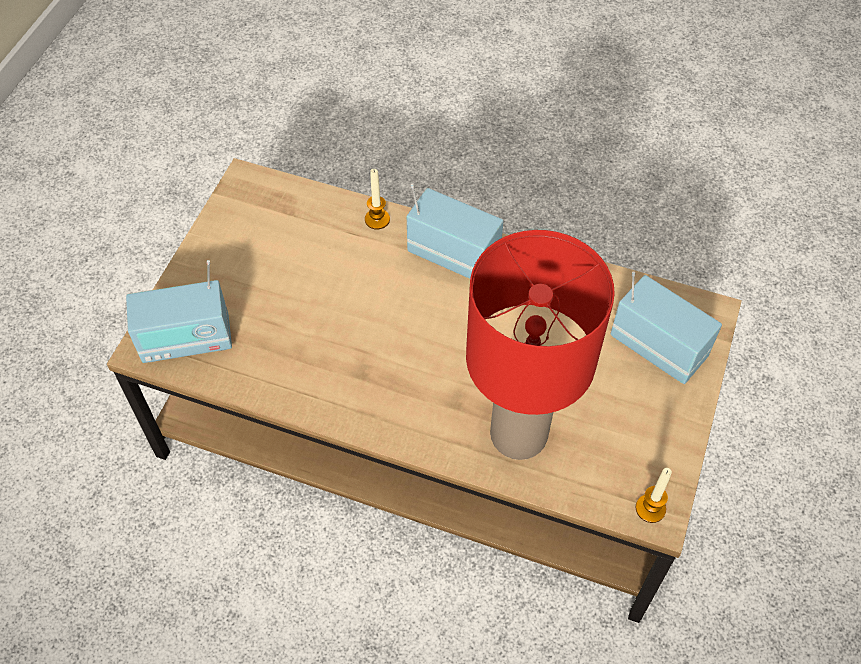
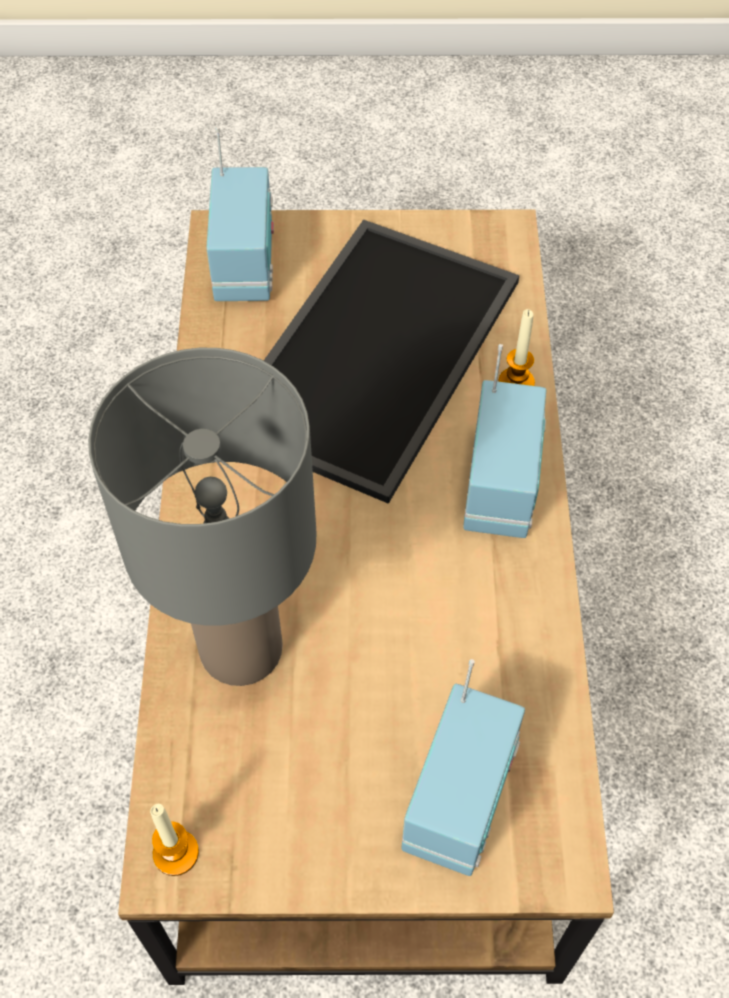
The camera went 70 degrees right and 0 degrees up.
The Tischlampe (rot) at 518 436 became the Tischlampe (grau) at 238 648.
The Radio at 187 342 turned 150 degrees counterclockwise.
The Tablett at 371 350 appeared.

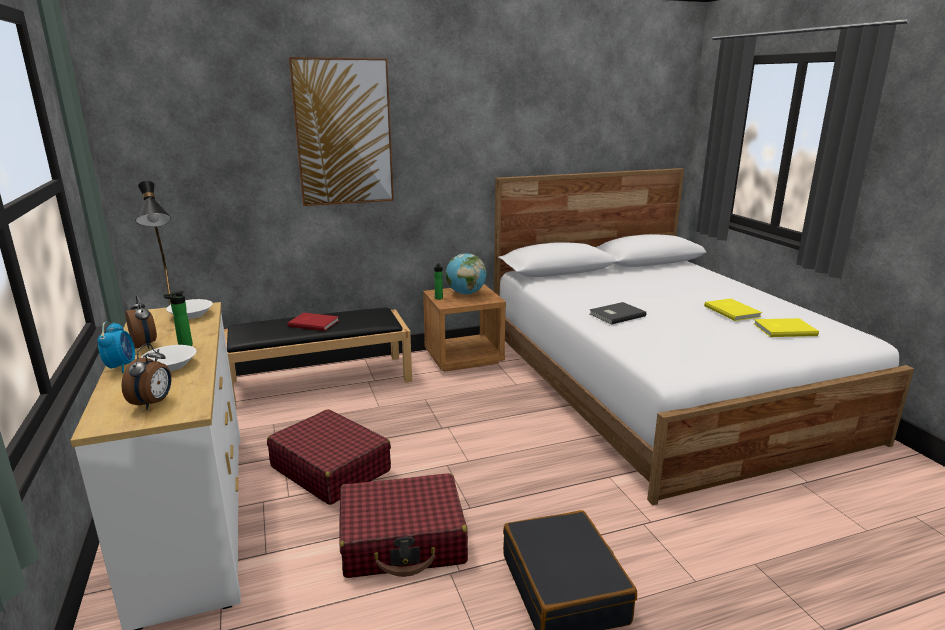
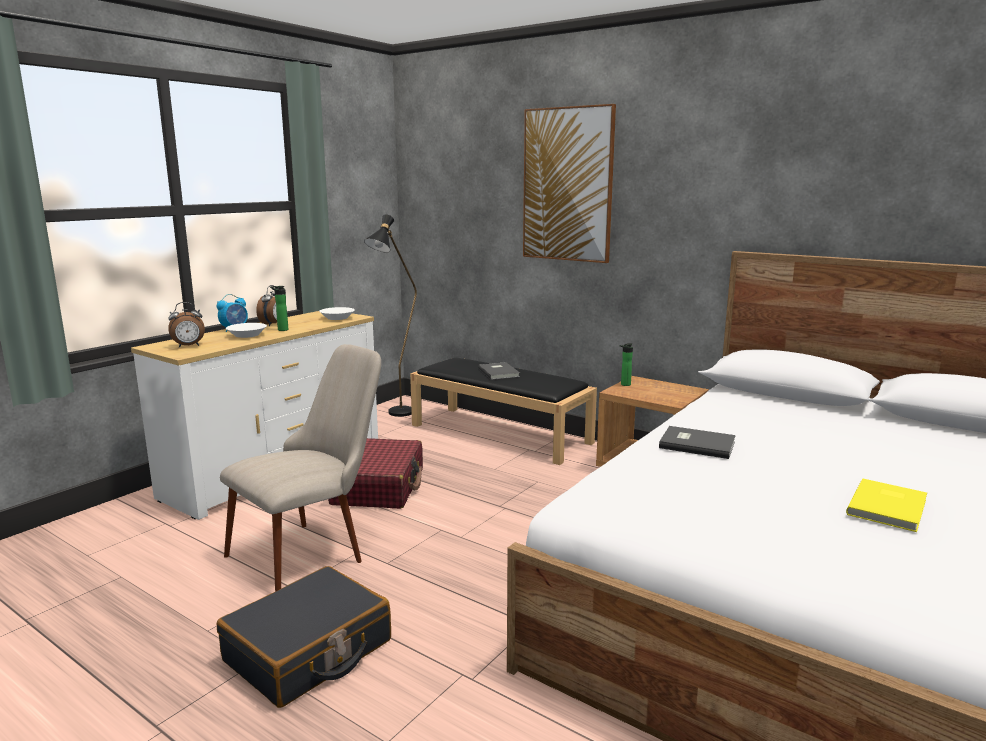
The camera went 55 degrees right and 5 degrees down.
The Globus at 466 293 disappeared.
The Buch (rot) at 313 323 became the Buch (grau) at 499 372.
The Buch (gelb) at 783 329 disappeared.
The Koffer (rot) at 403 540 was replaced by the Stuhl (beige) at 313 550.

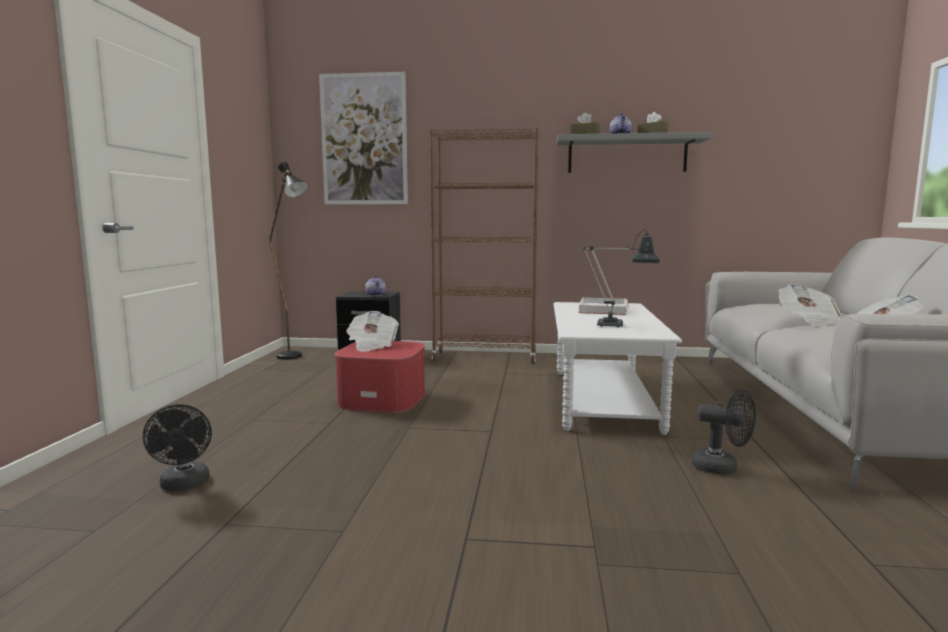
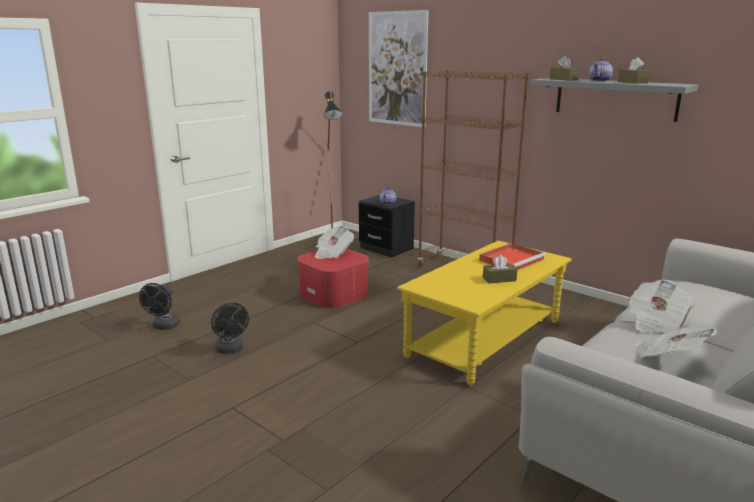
The camera went 35 degrees right and 10 degrees up.
The Tischlampe at 618 325 disappeared.
The Tablett (weiß) at 602 309 became the Tablett (rot) at 512 259.
The Couchtisch (weiß) at 603 399 became the Couchtisch (gelb) at 484 339.
The Ventilator (schwarz) moved from 722 468 to 231 349.
The Taschentuchbox (braun) at 499 279 appeared.

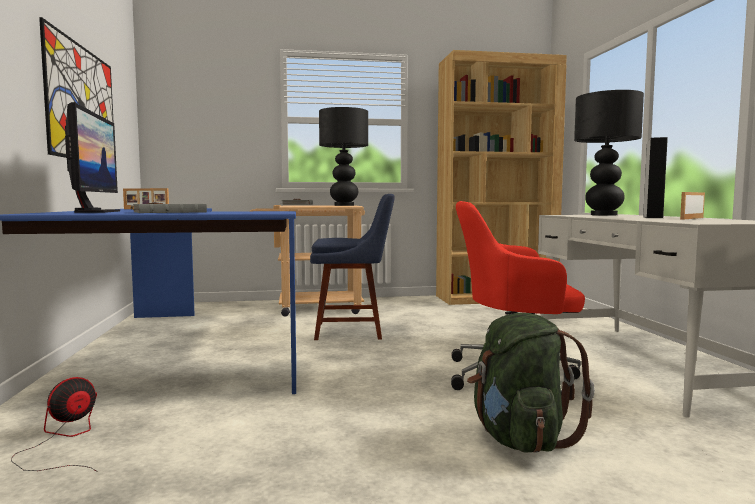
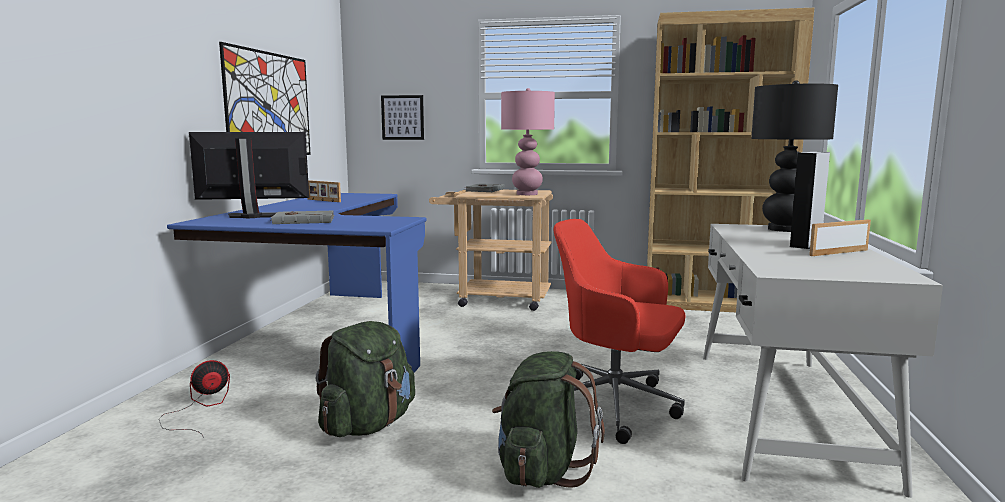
The camera went 20 degrees right and 5 degrees up.
The Monitor at 94 212 turned 105 degrees counterclockwise.
The Tischlampe (schwarz) at 343 205 became the Tischlampe (rosa) at 526 194.
The Stuhl (blau) at 353 330 disappeared.
The Bild at 402 117 appeared.
The Rucksack (grün) at 368 425 appeared.

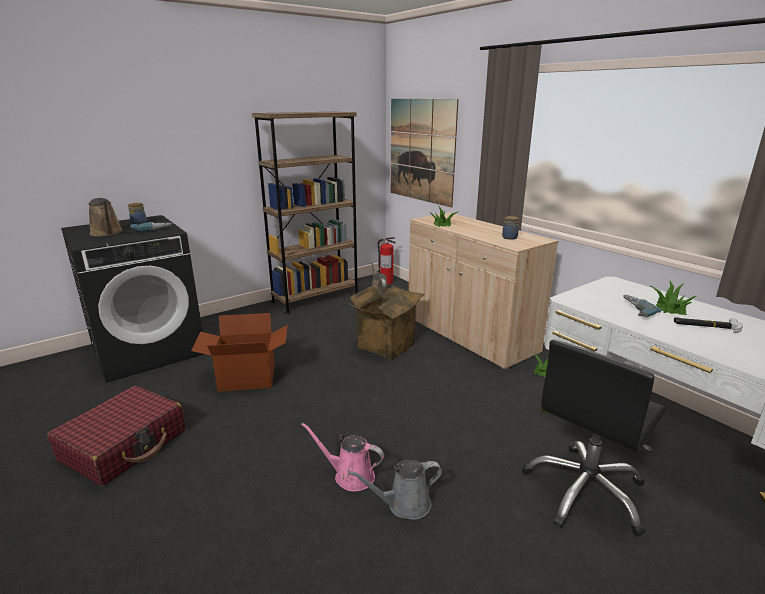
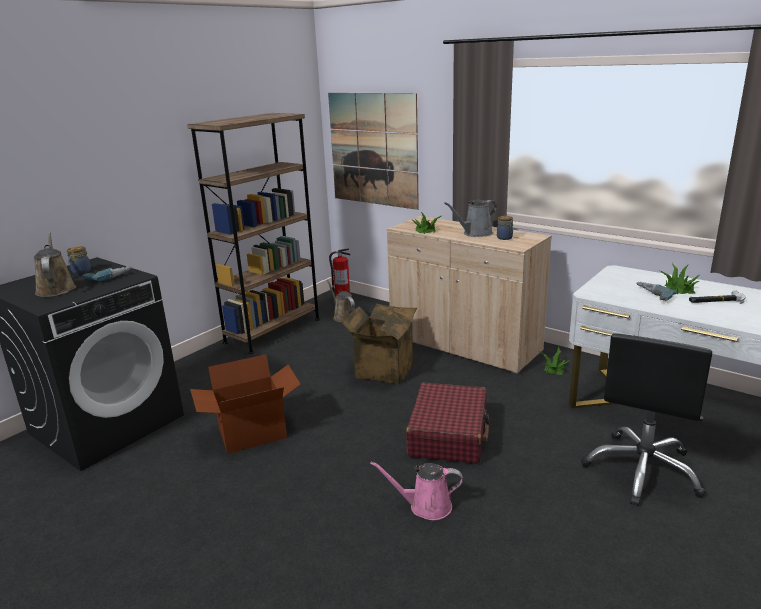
The camera went 15 degrees left and 0 degrees up.
The Gießkanne (braun) at 107 233 turned 150 degrees counterclockwise.
The Koffer (rot) moved from 125 445 to 448 434.
The Gießkanne (grau) moved from 404 504 to 475 233.

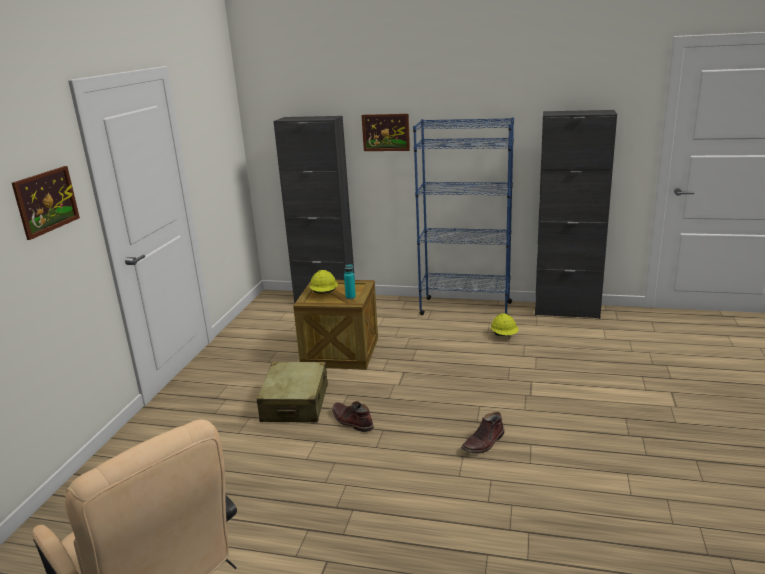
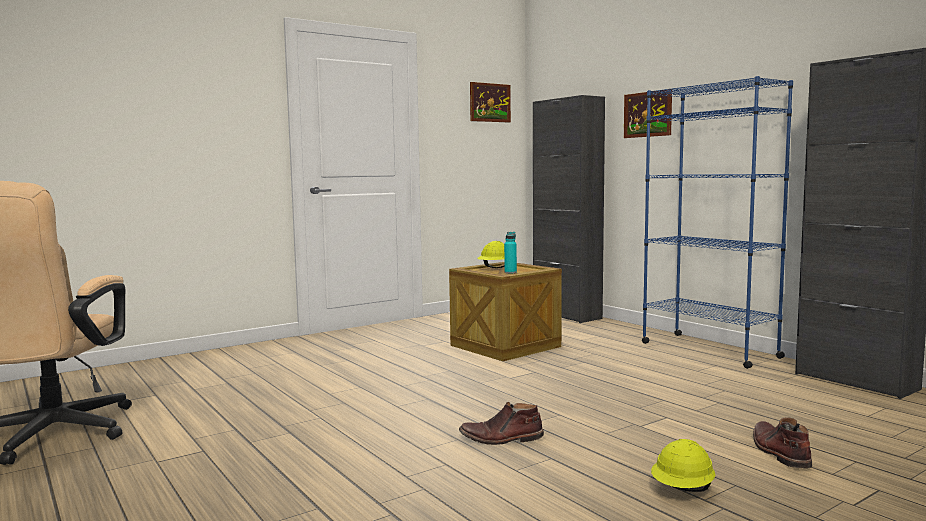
The camera went 40 degrees right and 15 degrees down.
The Bild moved from 46 201 to 490 102.
The Schutzhelm (gelb) moved from 504 335 to 682 490.
The Koffer (beige) at 295 403 disappeared.
The Stiefel (braun) moved from 351 421 to 779 452.

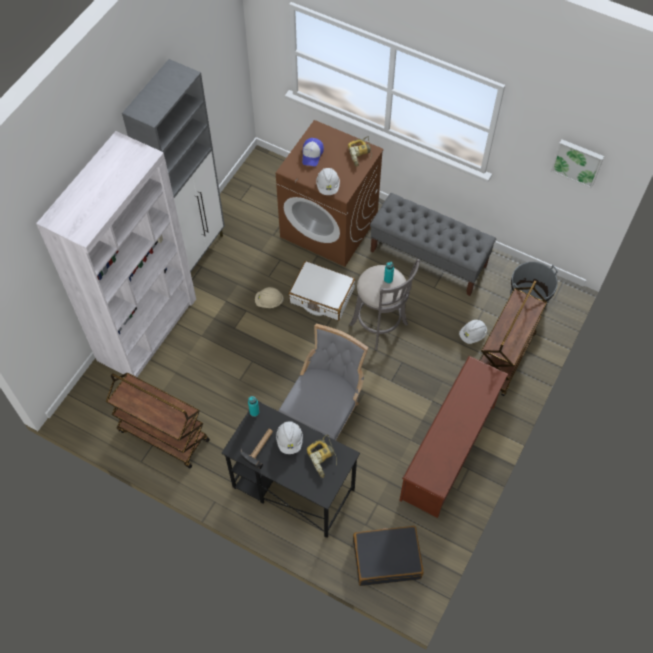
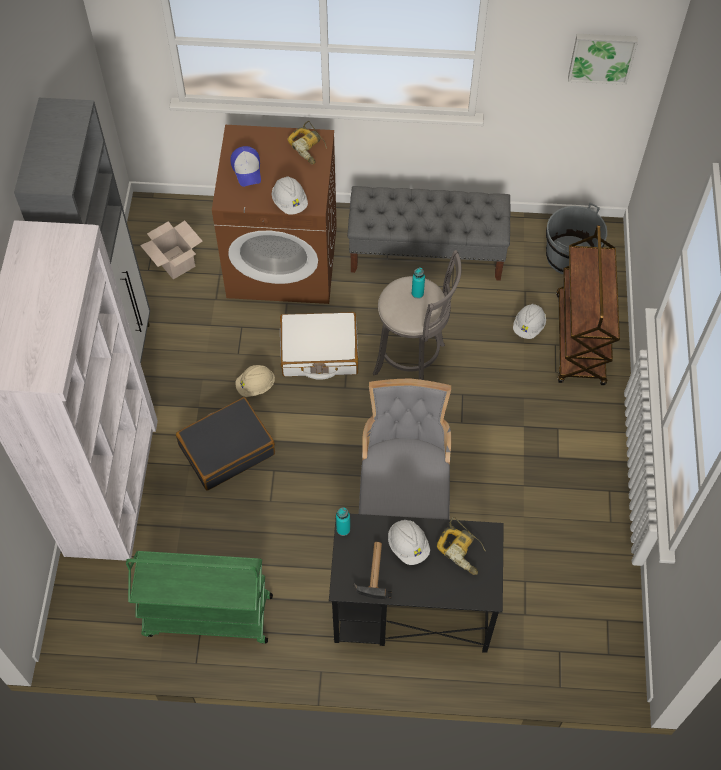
The camera went 25 degrees left and 0 degrees up.
The Schuhregal (braun) at 449 452 disappeared.
The Rollwagen (braun) at 162 435 became the Rollwagen (grün) at 206 616.
The Koffer (schwarz) moved from 386 558 to 226 449.
The Karton at 176 263 appeared.

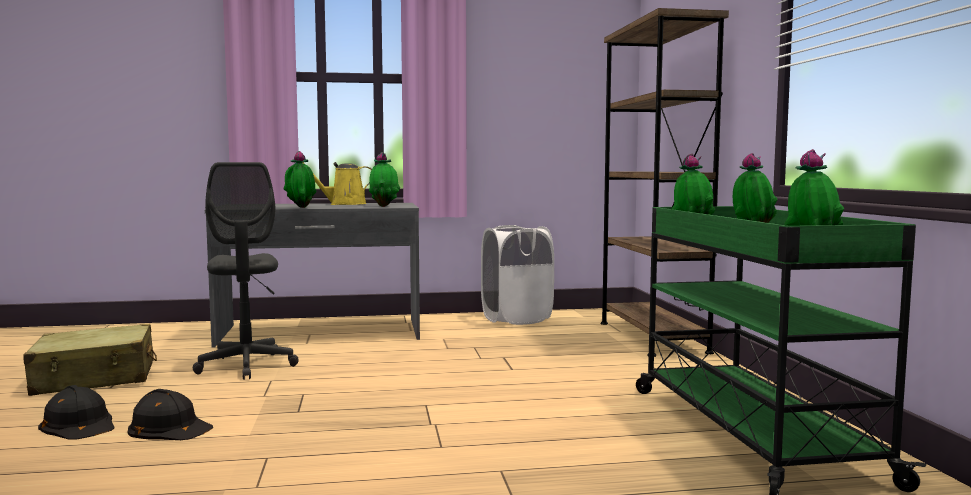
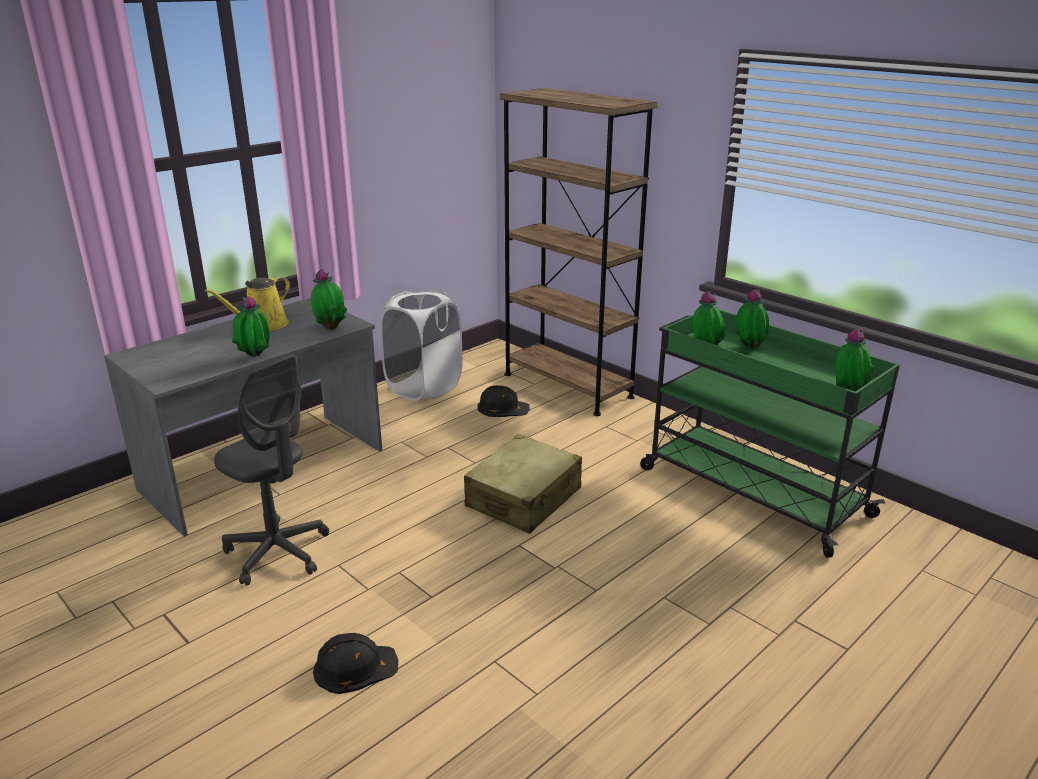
The camera went 35 degrees left and 20 degrees up.
The Koffer (beige) moved from 95 378 to 524 498.
The Schutzhelm (schwarz) moved from 79 424 to 502 407.

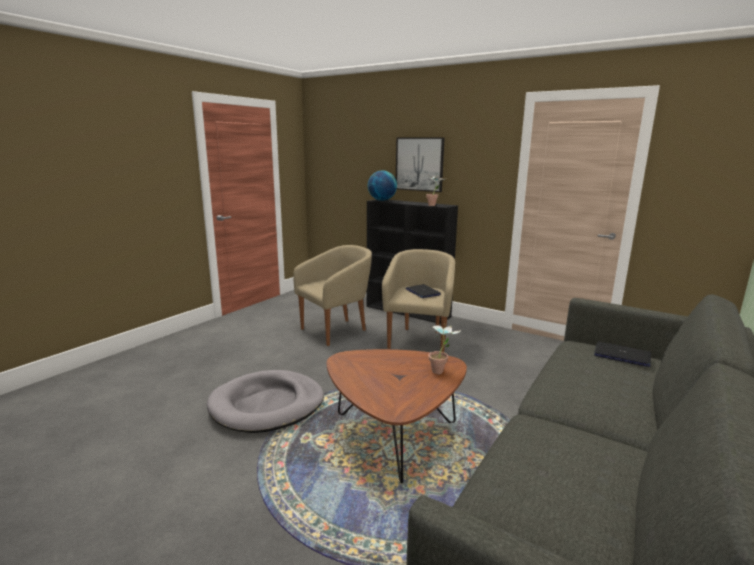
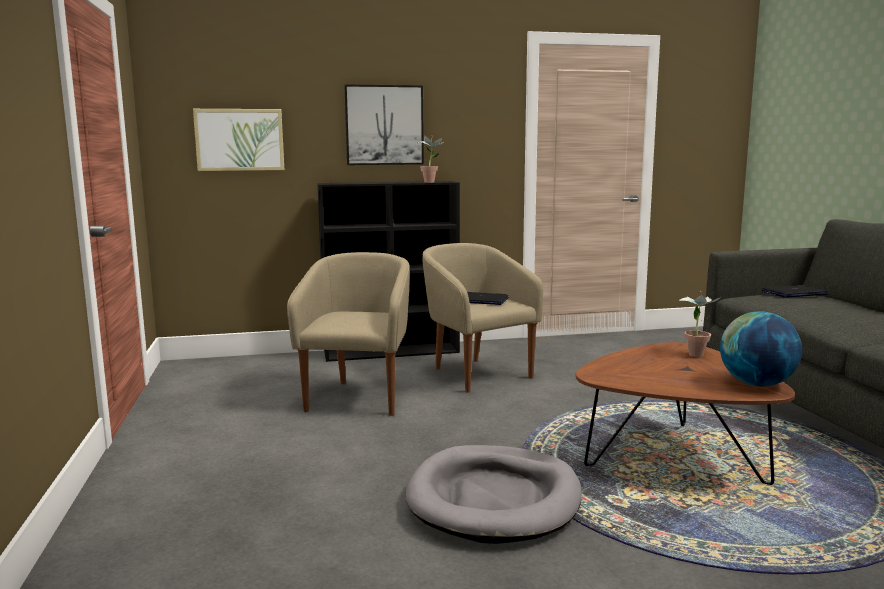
The camera went 45 degrees left and 5 degrees down.
The Globus moved from 382 200 to 756 384.
The Bild at 239 140 appeared.

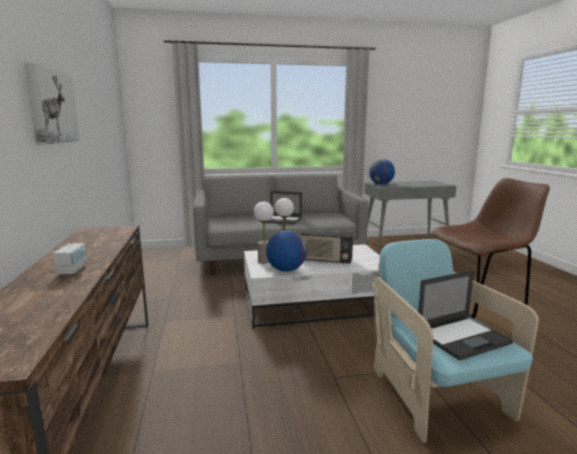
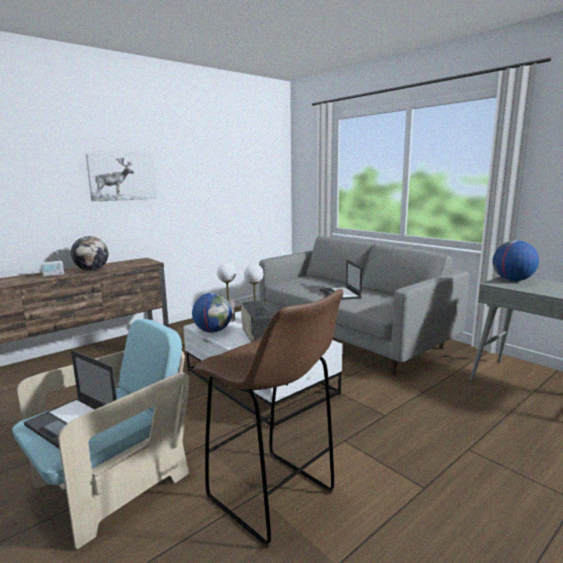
The camera went 60 degrees right and 0 degrees up.
The Globus at 92 270 appeared.

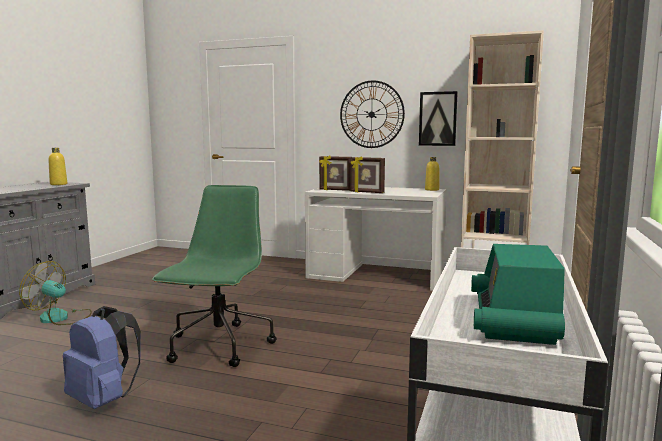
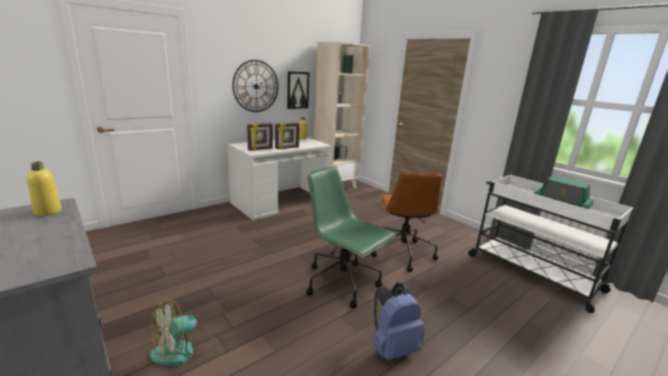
The camera went 60 degrees left and 10 degrees up.
The Bürostuhl (braun) at 401 252 appeared.

